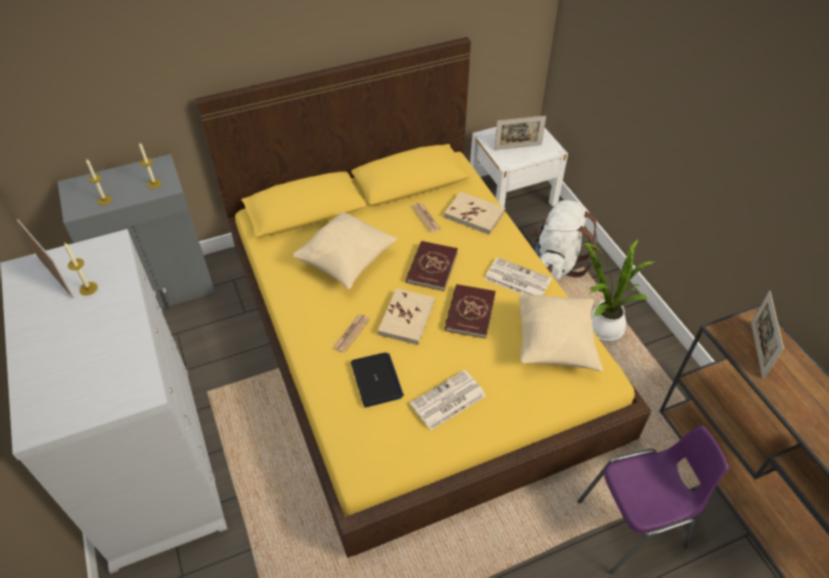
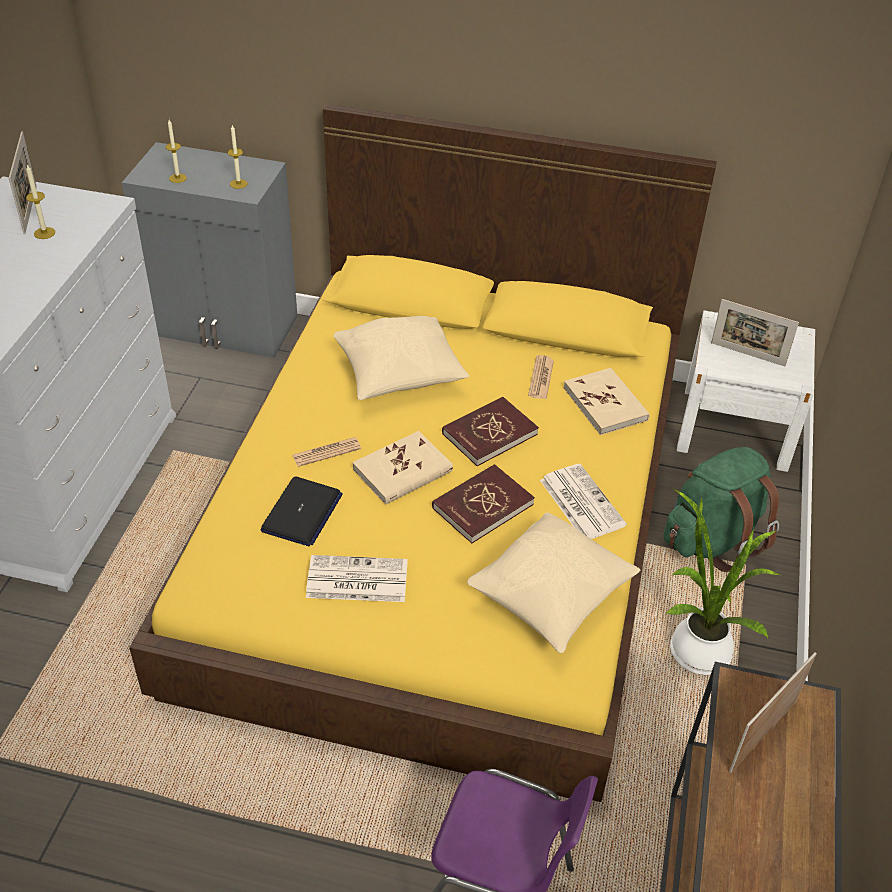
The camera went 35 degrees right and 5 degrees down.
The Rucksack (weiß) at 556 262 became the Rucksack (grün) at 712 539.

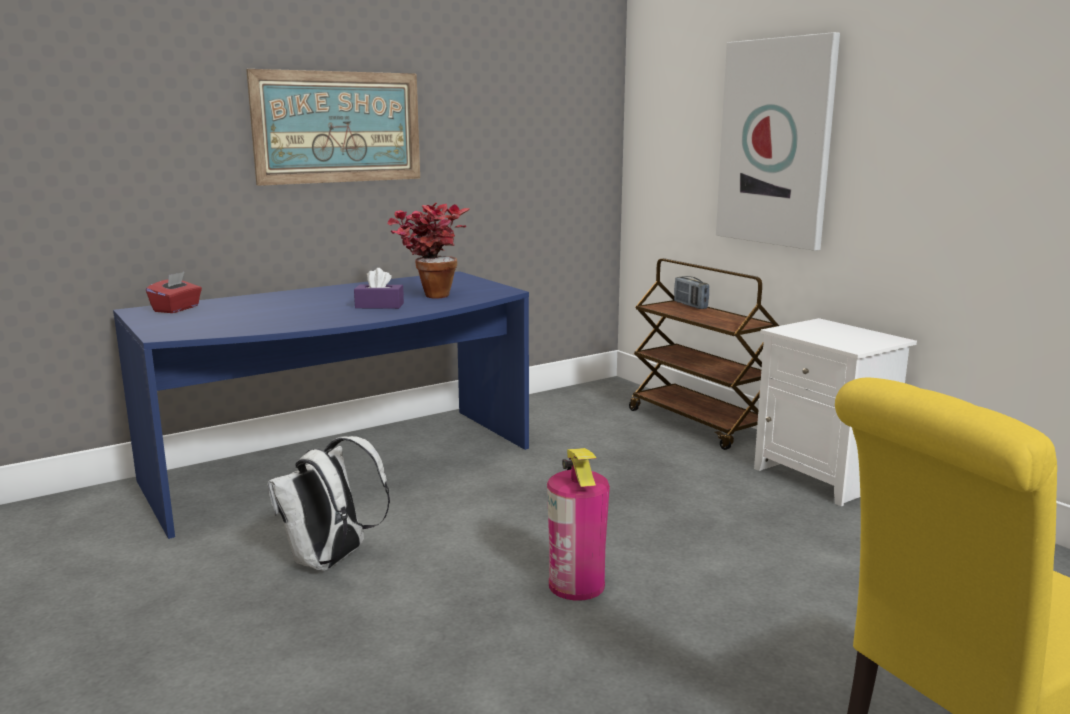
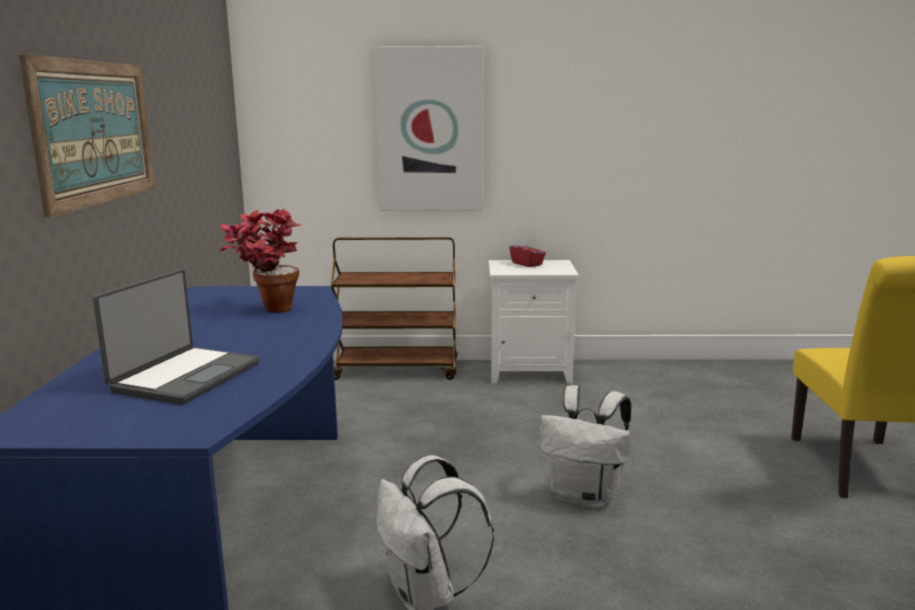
The camera went 55 degrees left and 0 degrees up.
The Taschentuchbox (lila) at 379 306 disappeared.
The Taschentuchbox (rot) moved from 177 309 to 527 264.
The Radio at 690 305 disappeared.
The Feuerlöscher at 577 585 was replaced by the Rucksack (weiß) at 585 497.
The Laptop at 185 377 appeared.

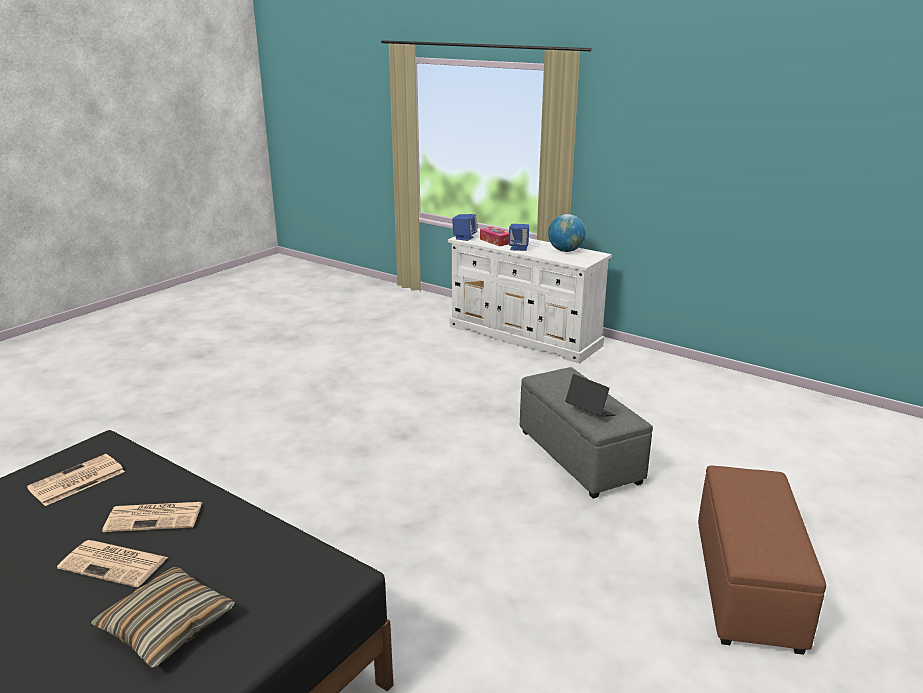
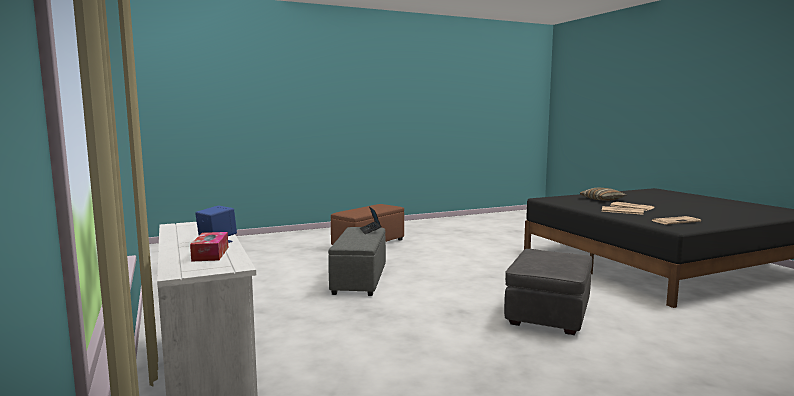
The camera went 150 degrees left and 15 degrees down.
The Lautsprecher (blau) at 464 238 disappeared.
The Globus at 566 251 disappeared.
The Polsterhocker (grau) at 548 314 appeared.

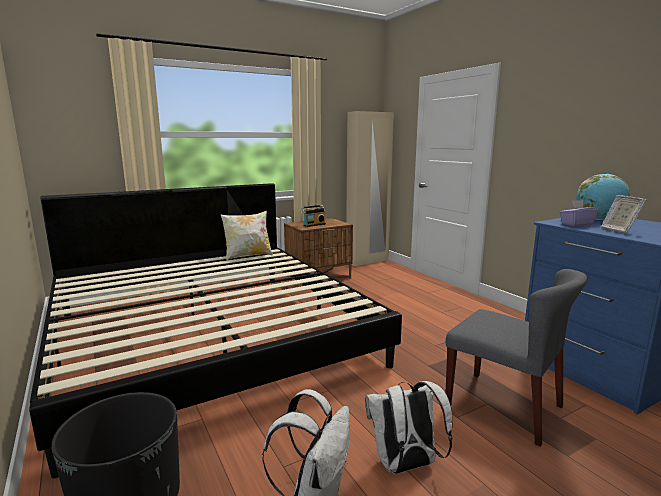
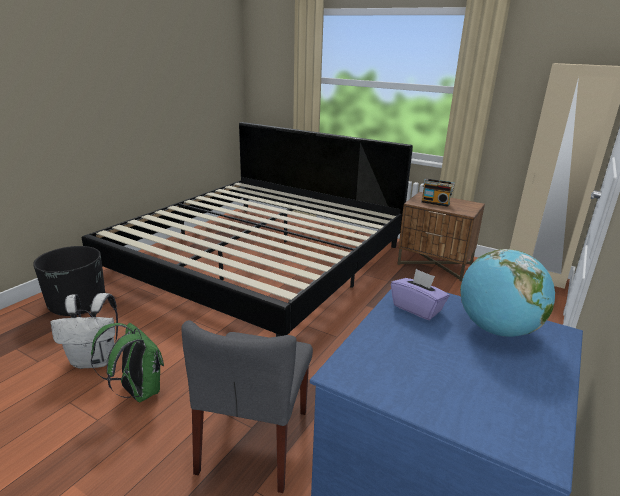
The camera went 60 degrees right and 10 degrees up.
The Bilderrahmen at 618 230 disappeared.
The Kissen at 248 256 disappeared.
The Rucksack (weiß) at 405 466 became the Rucksack (grün) at 138 391.

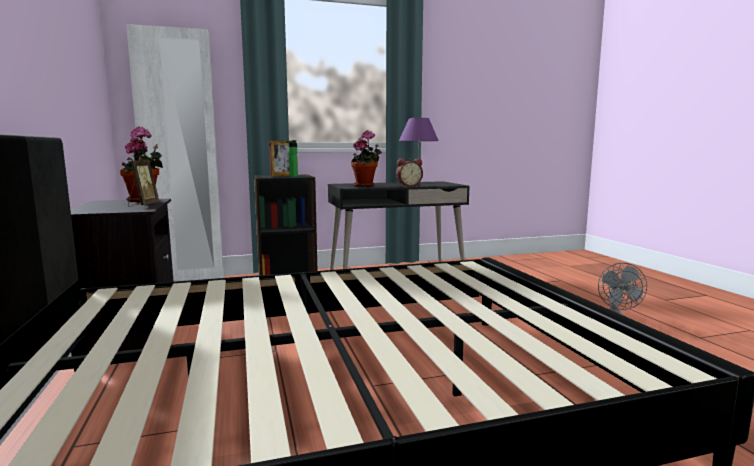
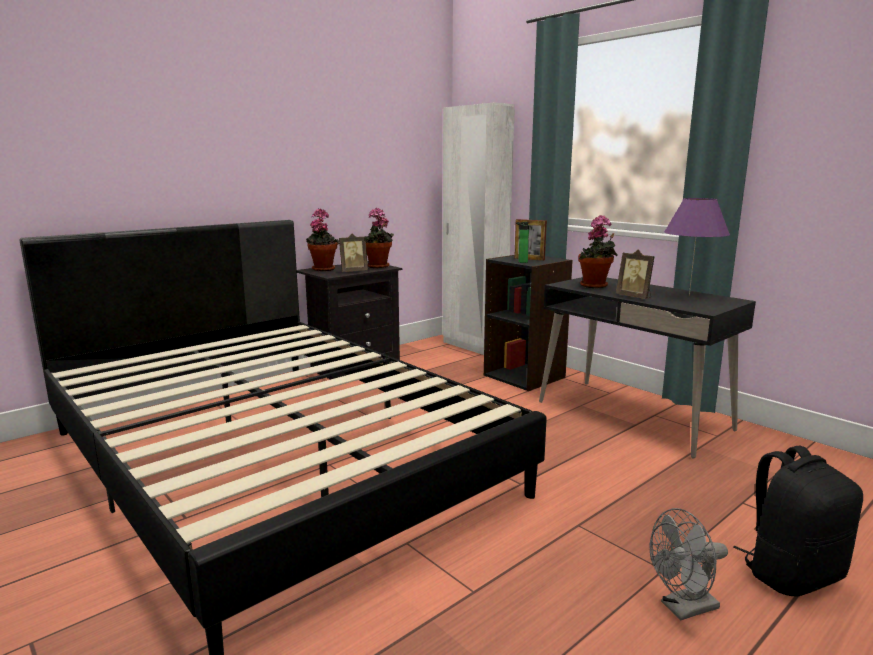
The camera went 65 degrees right and 5 degrees up.
The Wecker at 408 185 was replaced by the Bilderrahmen at 635 297.
The Topfpflanze at 323 269 appeared.
The Rucksack (schwarz) at 791 574 appeared.

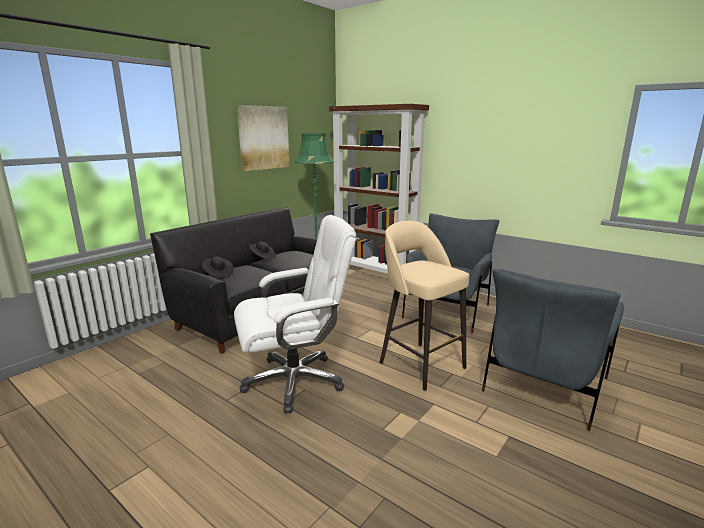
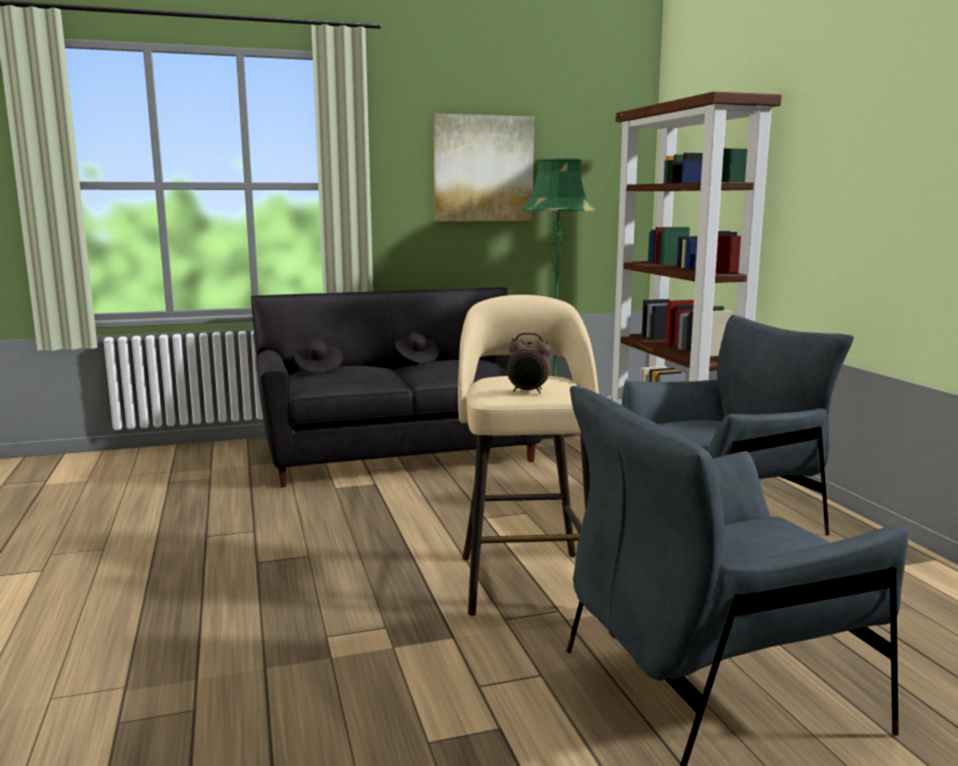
The camera went 35 degrees right and 5 degrees down.
The Bürostuhl (weiß) at 295 381 disappeared.
The Wecker at 528 392 appeared.

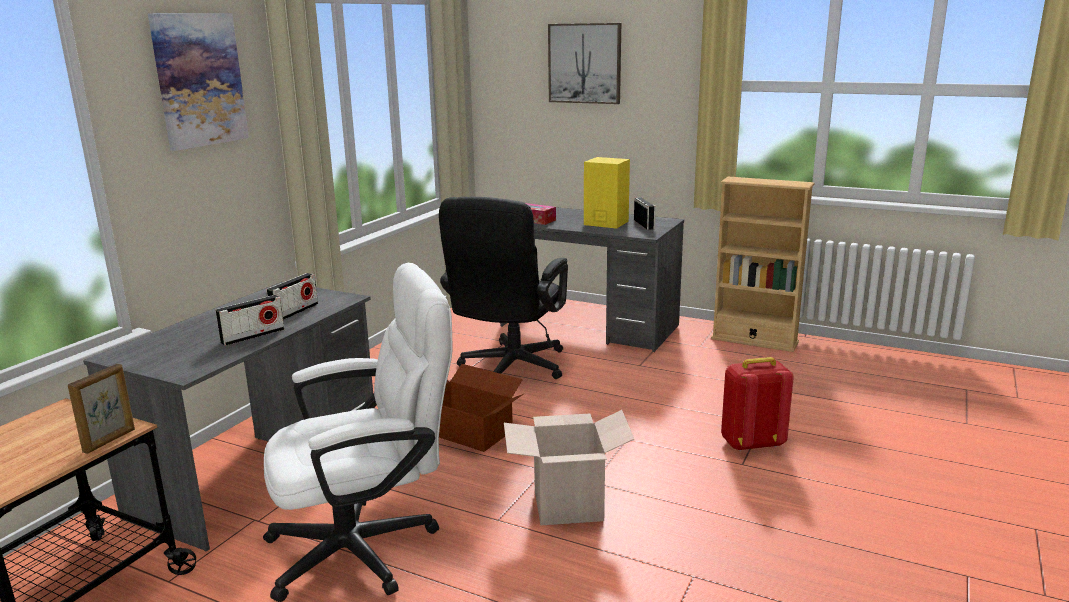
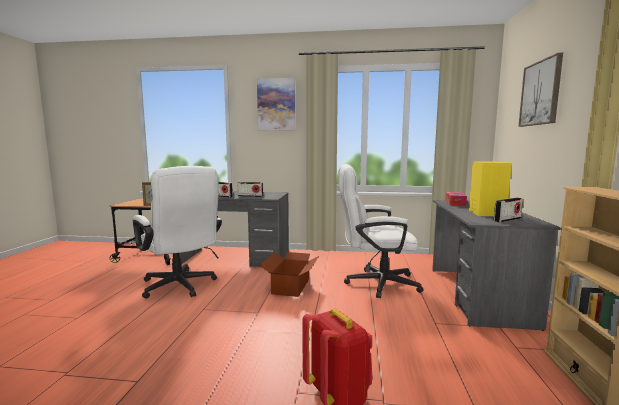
The camera went 70 degrees right and 10 degrees down.
The Bürostuhl (schwarz) at 509 369 became the Bürostuhl (weiß) at 374 283.
The Karton at 568 506 disappeared.

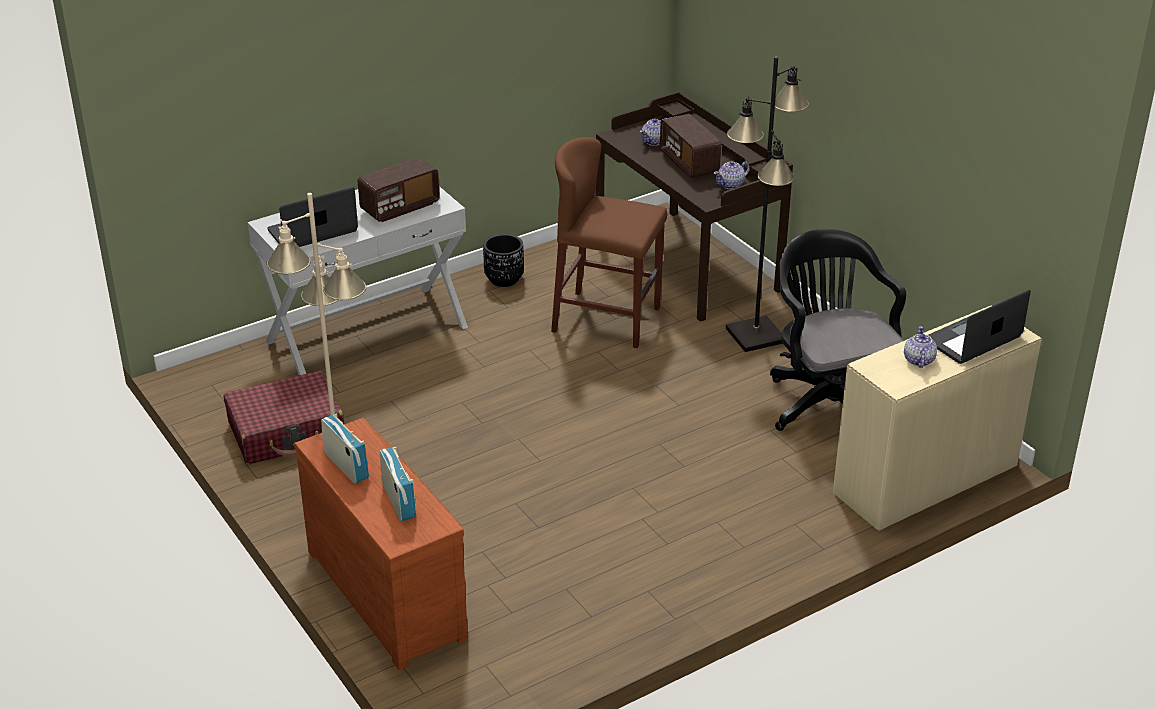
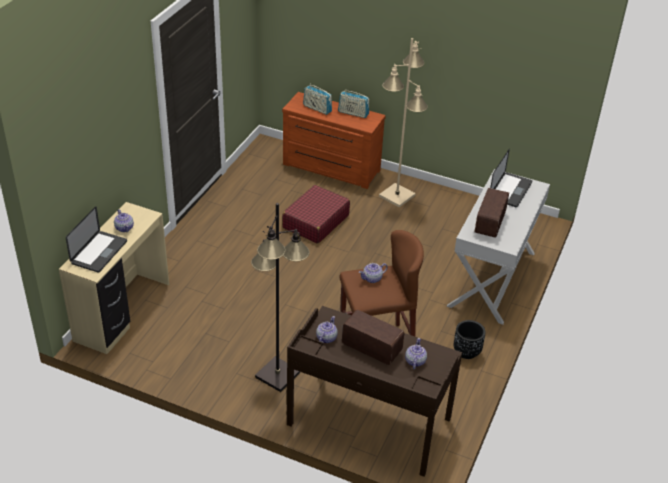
The camera went 145 degrees right and 5 degrees up.
The Bürostuhl (schwarz) at 829 402 disappeared.
The Koffer (rot) moved from 287 432 to 315 222.
The Teekanne at 372 278 appeared.

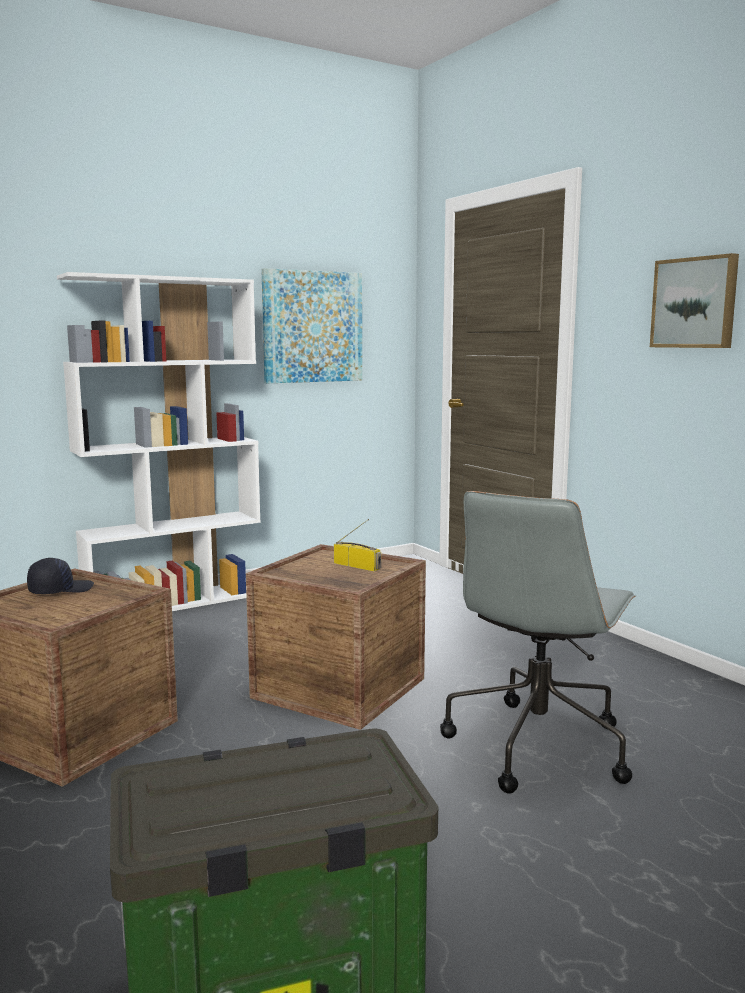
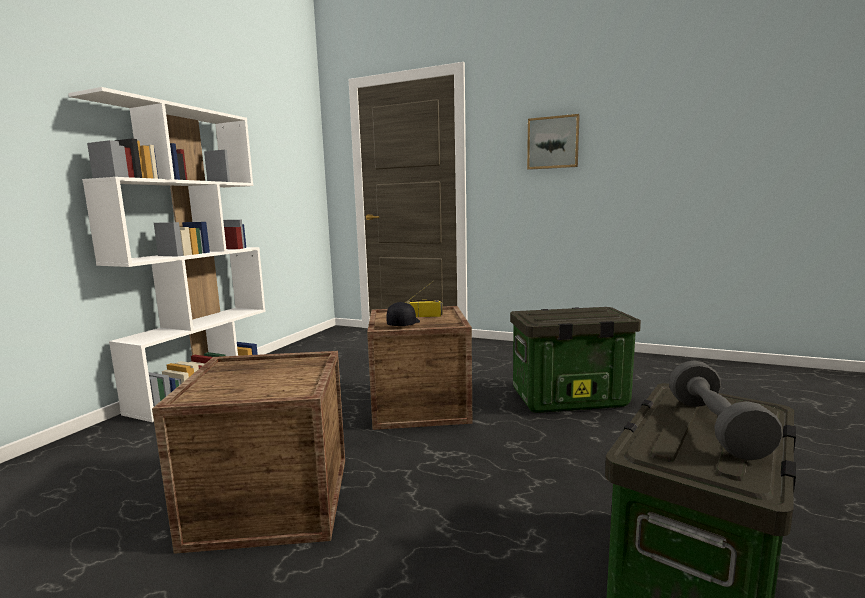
The camera went 35 degrees left and 0 degrees up.
The Bild at 312 327 disappeared.
The Bürostuhl (grau) at 537 744 was replaced by the Aufbewahrungsbox at 568 399.
The Kappe (schwarz) moved from 60 590 to 403 324.
The Hantel (grau) at 715 427 appeared.

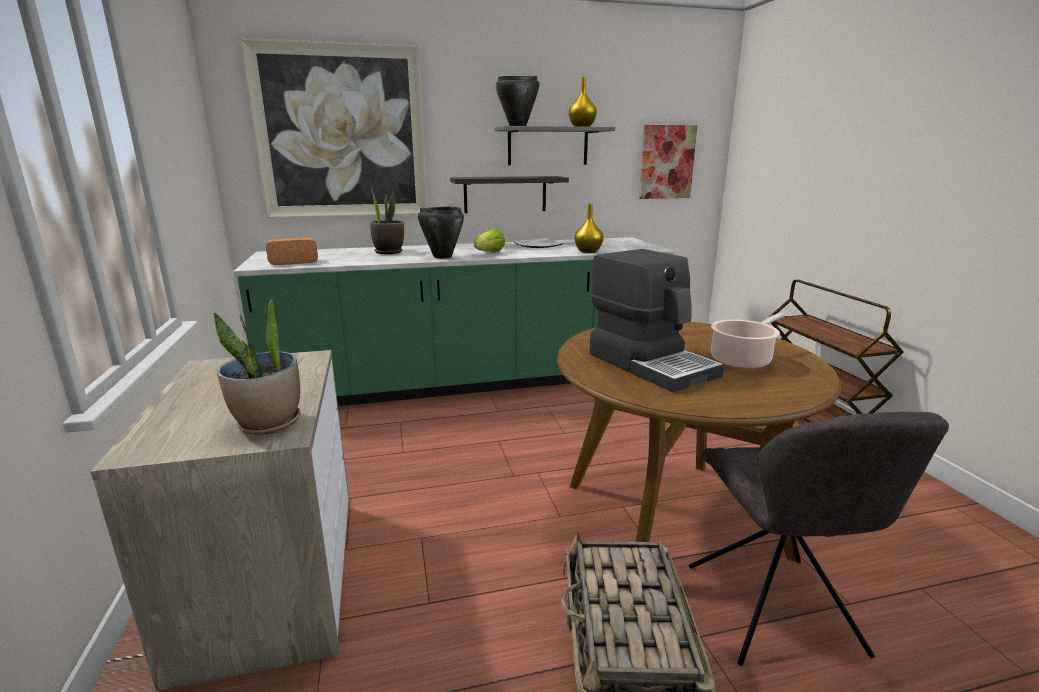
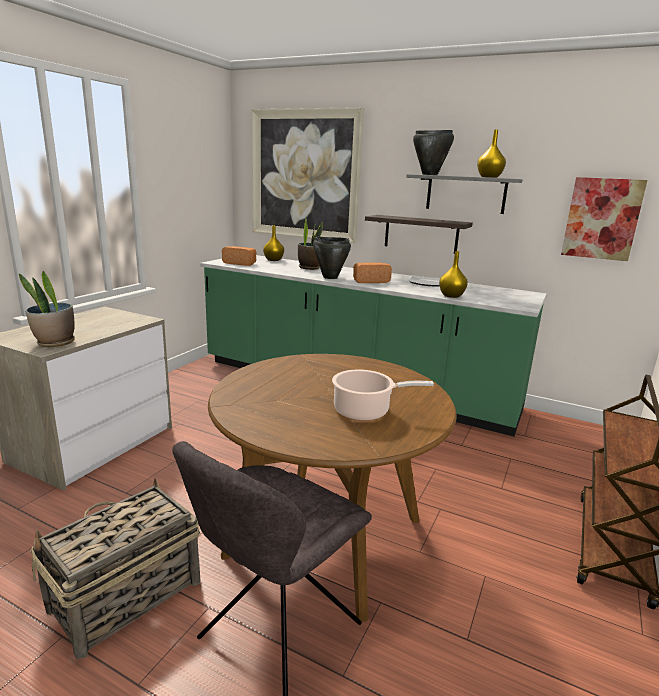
The camera went 40 degrees right and 0 degrees up.
The Salatkopf at 489 253 was replaced by the Brot at 370 281.
The Kaffeemaschine at 652 364 disappeared.
The Vase (gelb) at 273 260 appeared.

